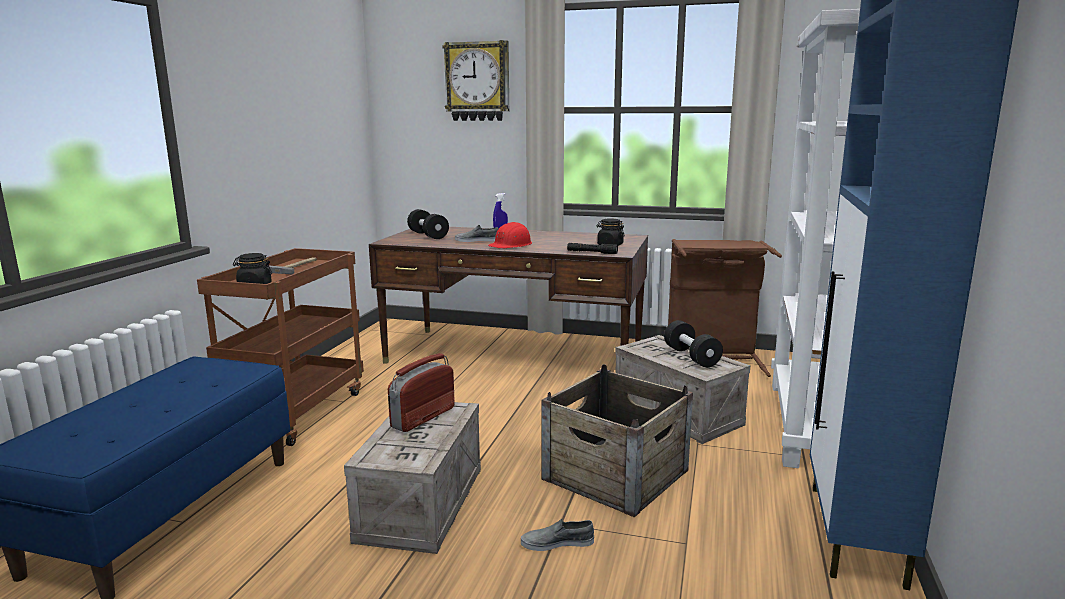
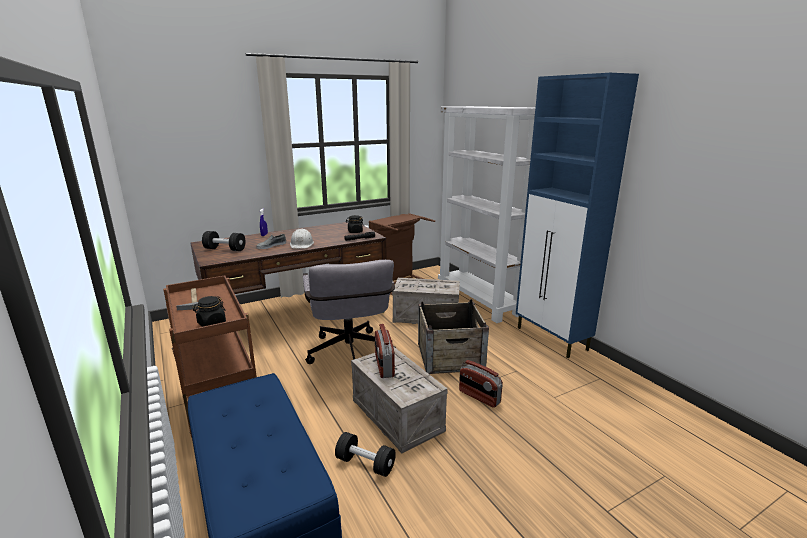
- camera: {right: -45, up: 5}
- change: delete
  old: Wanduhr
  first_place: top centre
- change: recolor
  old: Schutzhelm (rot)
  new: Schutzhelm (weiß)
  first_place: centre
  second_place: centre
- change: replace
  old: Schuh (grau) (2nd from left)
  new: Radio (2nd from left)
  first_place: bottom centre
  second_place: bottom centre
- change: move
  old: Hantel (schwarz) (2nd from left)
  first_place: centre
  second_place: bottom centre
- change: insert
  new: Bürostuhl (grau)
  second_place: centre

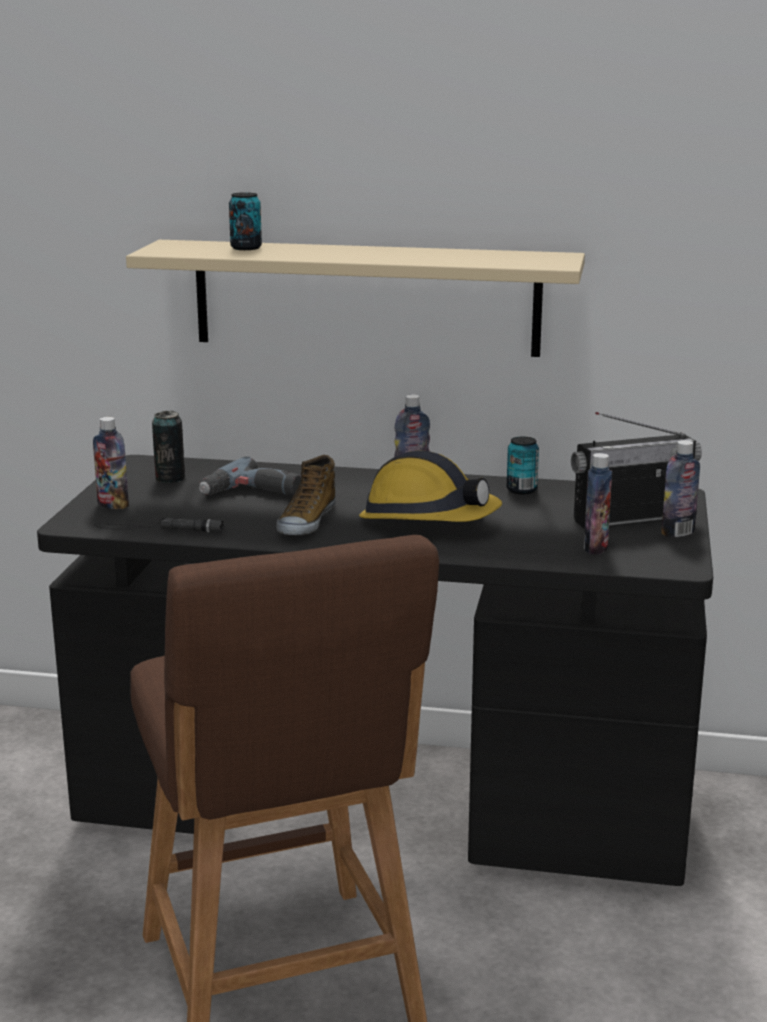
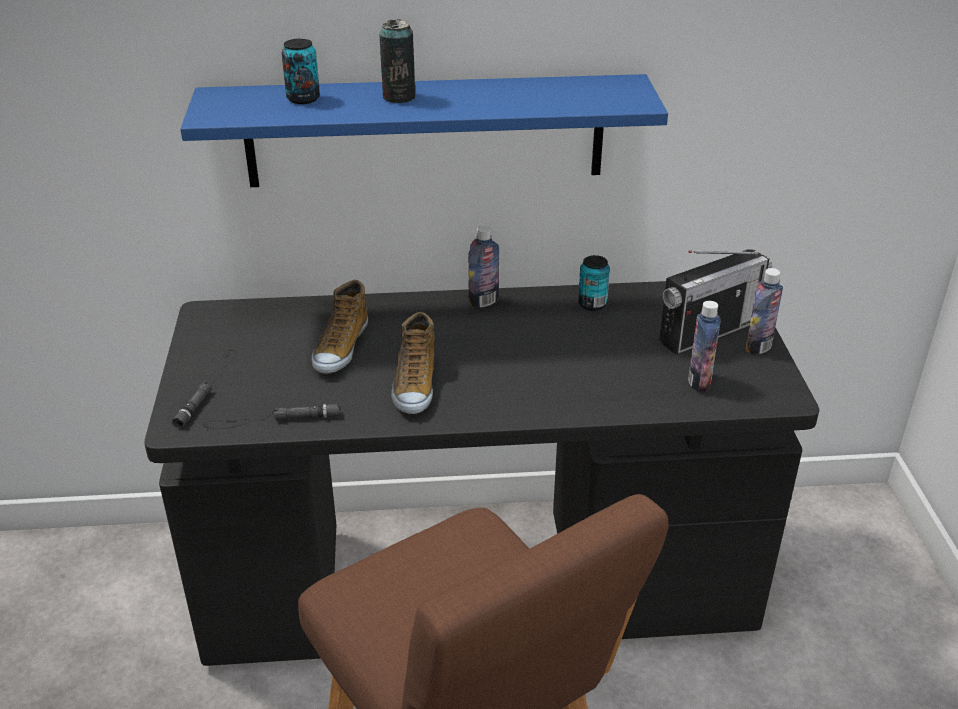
- camera: {right: -15, up: 15}
- change: replace
  old: Flasche (1st from left)
  new: Taschenlampe (schwarz) (1st from left)
  first_place: middle left
  second_place: middle left
- change: recolor
  old: Wandregal (beige)
  new: Wandregal (blau)
  first_place: top centre
  second_place: top centre
- change: move
  old: Dose (1st from left in the first image)
  new: Dose (2nd from left)
  first_place: middle left
  second_place: top centre
- change: replace
  old: Bohrmaschine
  new: Schuh (1st from left)
  first_place: middle left
  second_place: centre
- change: delete
  old: Schutzhelm
  first_place: centre

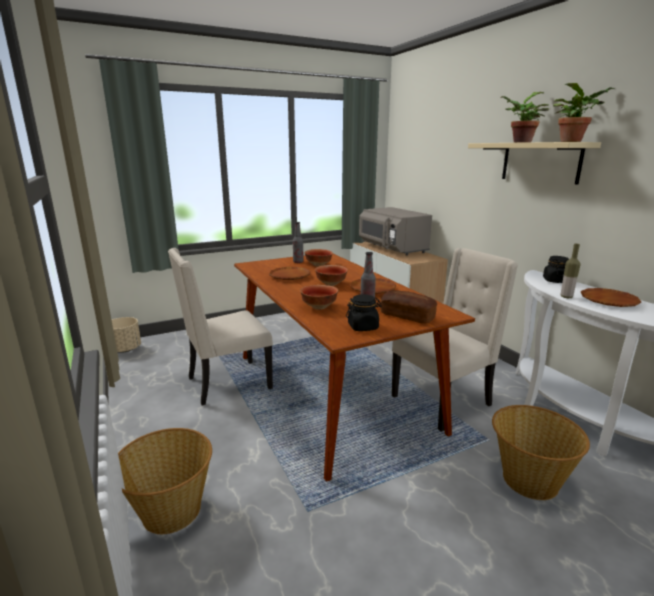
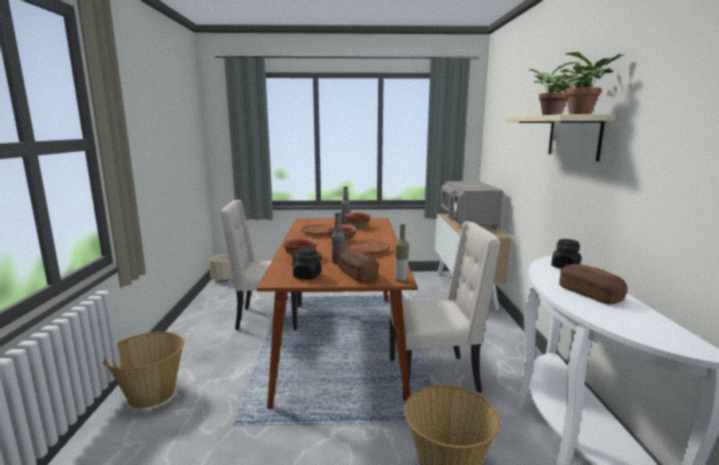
- camera: {right: 25, up: -5}
- change: move
  old: Flasche (3rd from left)
  first_place: middle right
  second_place: centre
- change: replace
  old: Teller (braun) (3rd from left)
  new: Brot (2nd from left)
  first_place: middle right
  second_place: middle right

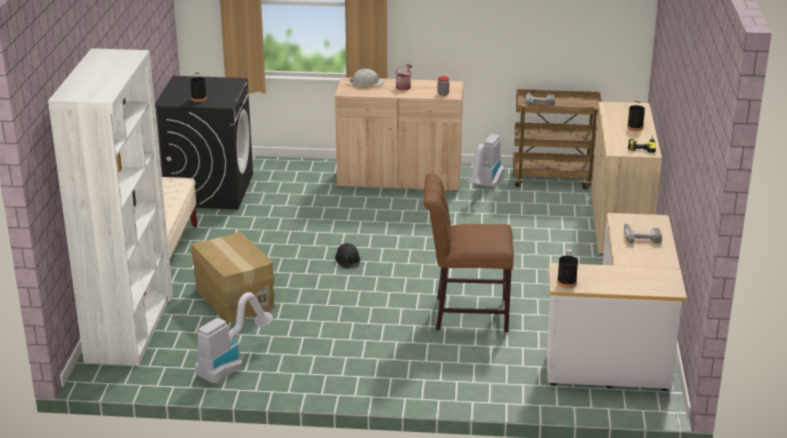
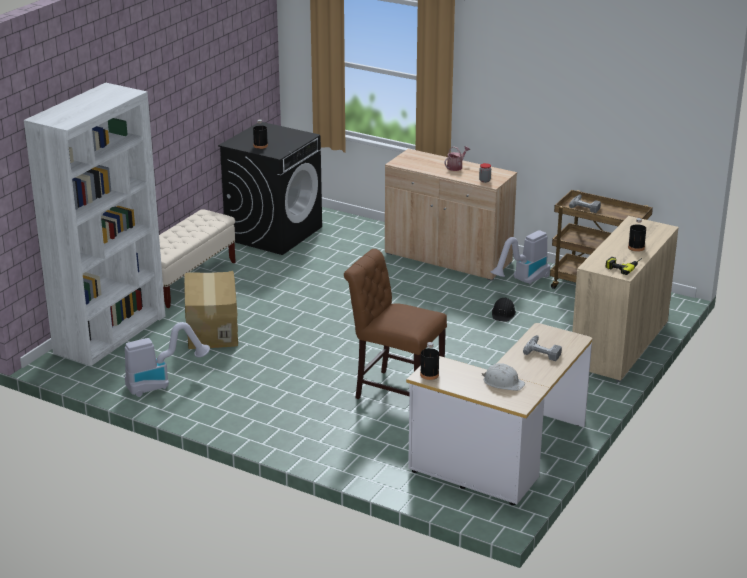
- camera: {right: 25, up: 0}
- change: move
  old: Schutzhelm (schwarz)
  first_place: centre
  second_place: middle right
- change: move
  old: Schutzhelm (weiß)
  first_place: top centre
  second_place: middle right

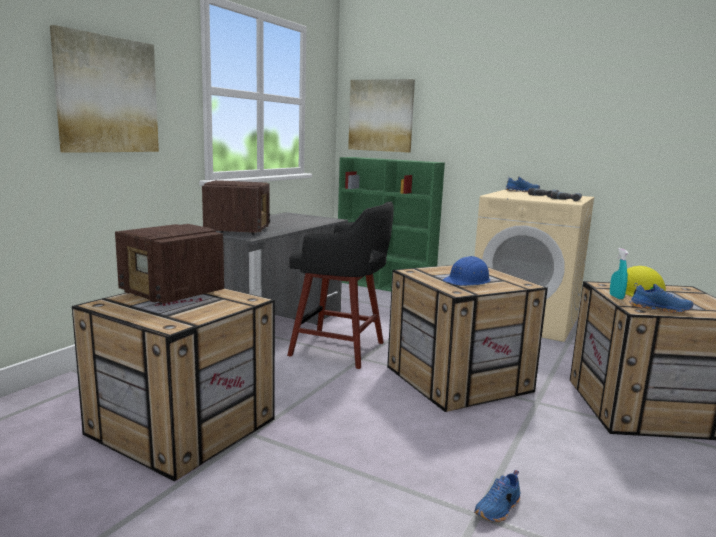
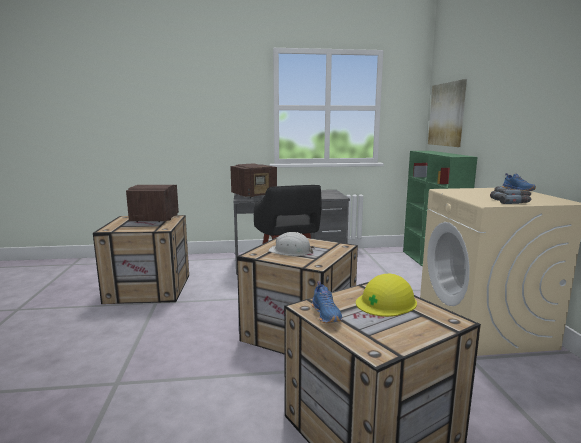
- camera: {right: 55, up: 0}
- change: delete
  old: Bild (1st from left)
  first_place: top left
- change: recolor
  old: Schutzhelm (blau)
  new: Schutzhelm (weiß)
  first_place: centre
  second_place: centre
- change: delete
  old: Schuh (blau) (1st from left)
  first_place: bottom right
- change: delete
  old: Sprühflasche (türkis)
  first_place: middle right

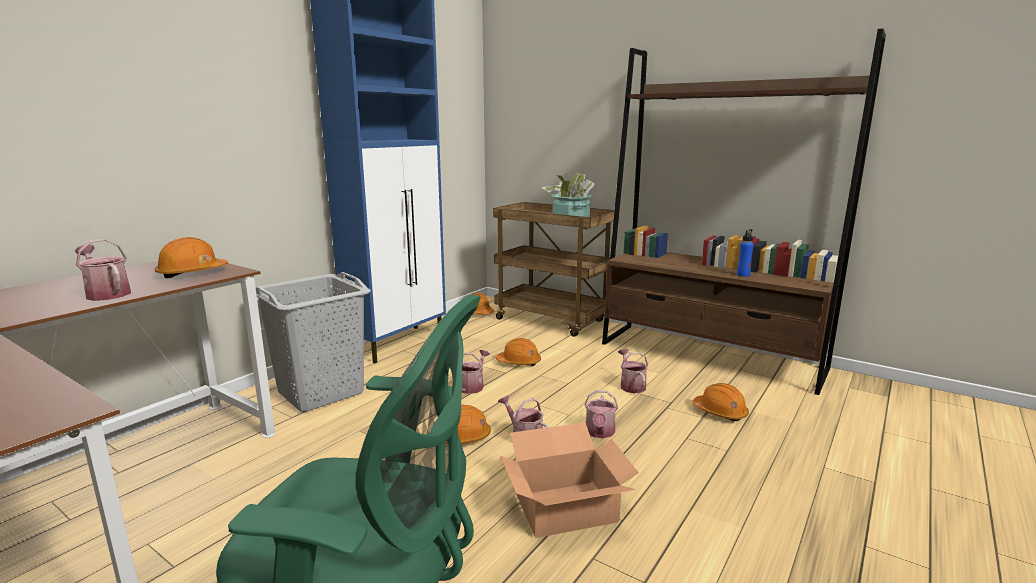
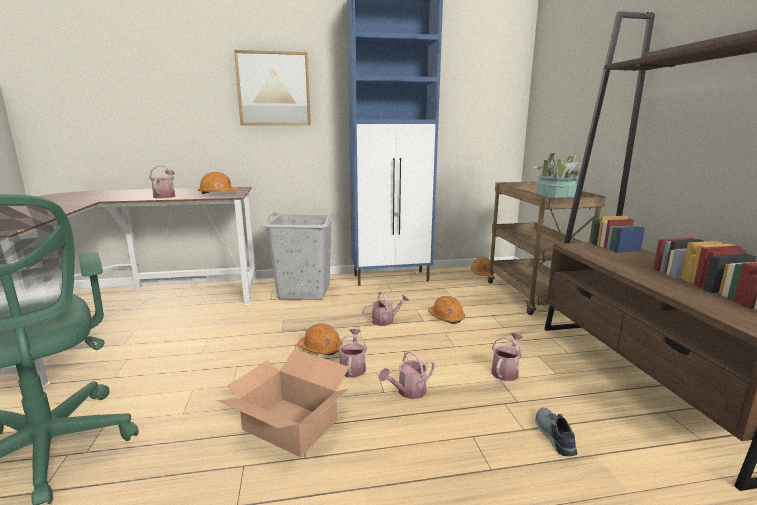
- camera: {right: 45, up: 0}
- change: replace
  old: Schutzhelm (orange) (5th from left)
  new: Schuh
  first_place: bottom right
  second_place: bottom right
- change: delete
  old: Flasche (blau)
  first_place: middle right
- change: insert
  new: Bild
  second_place: top centre

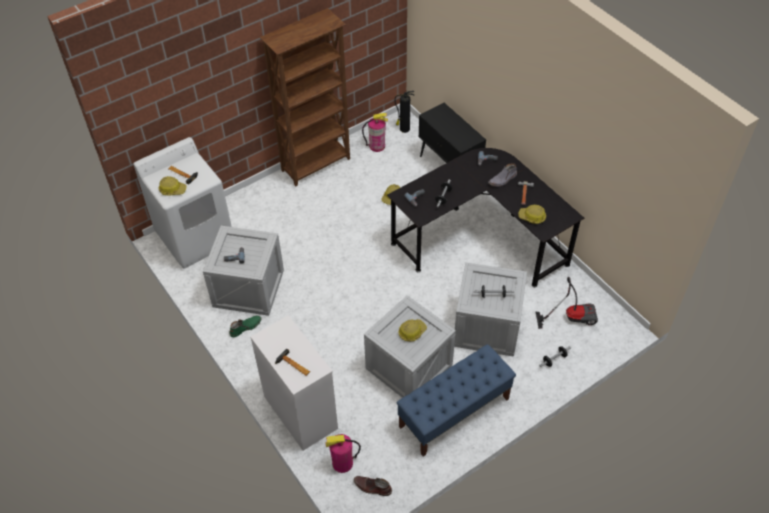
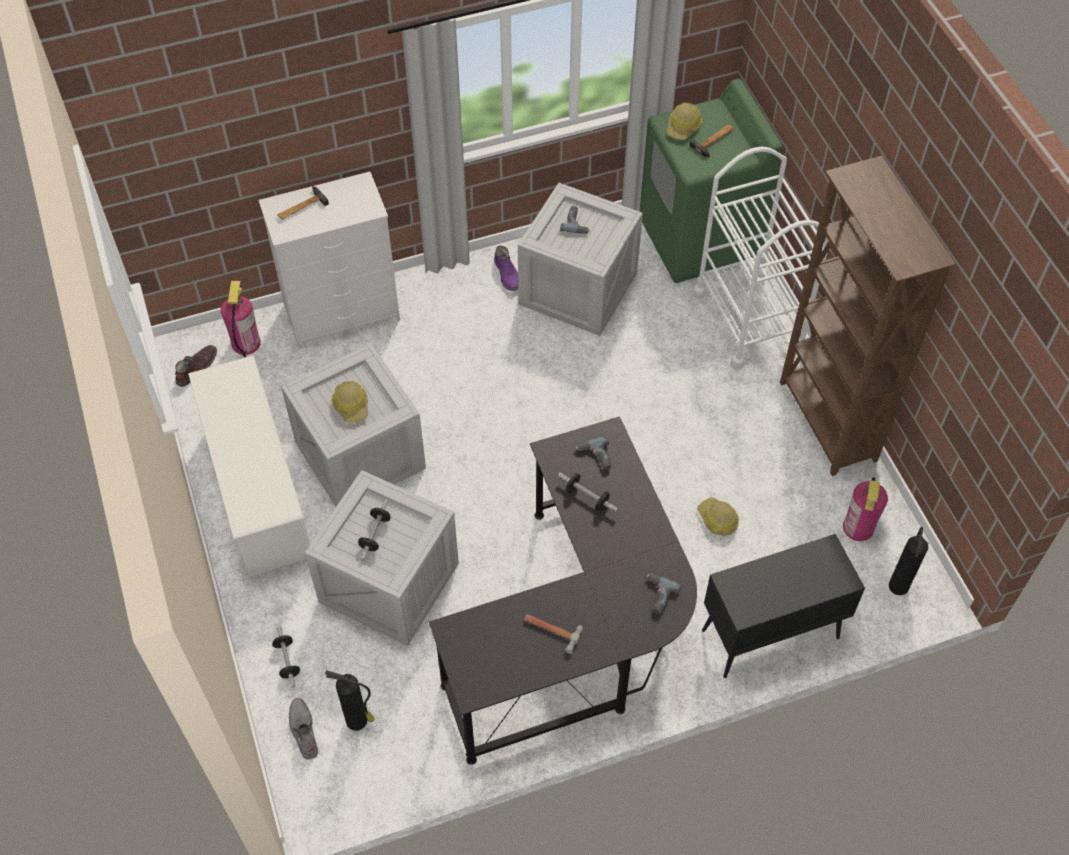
- camera: {right: 105, up: 5}
- change: recolor
  old: Waschmaschine (weiß)
  new: Waschmaschine (grün)
  first_place: middle left
  second_place: top centre
- change: recolor
  old: Stiefel (grün)
  new: Stiefel (lila)
  first_place: middle left
  second_place: top centre
- change: replace
  old: Bank (blau)
  new: Schuhregal (weiß)
  first_place: bottom centre
  second_place: middle left
- change: move
  old: Stiefel (grau)
  first_place: centre
  second_place: bottom left
- change: delete
  old: Schutzhelm (4th from left)
  first_place: middle right
- change: replace
  old: Staubsauger
  new: Feuerlöscher (2nd from left)
  first_place: middle right
  second_place: bottom left
- change: insert
  new: Rollwagen (weiß)
  second_place: top right

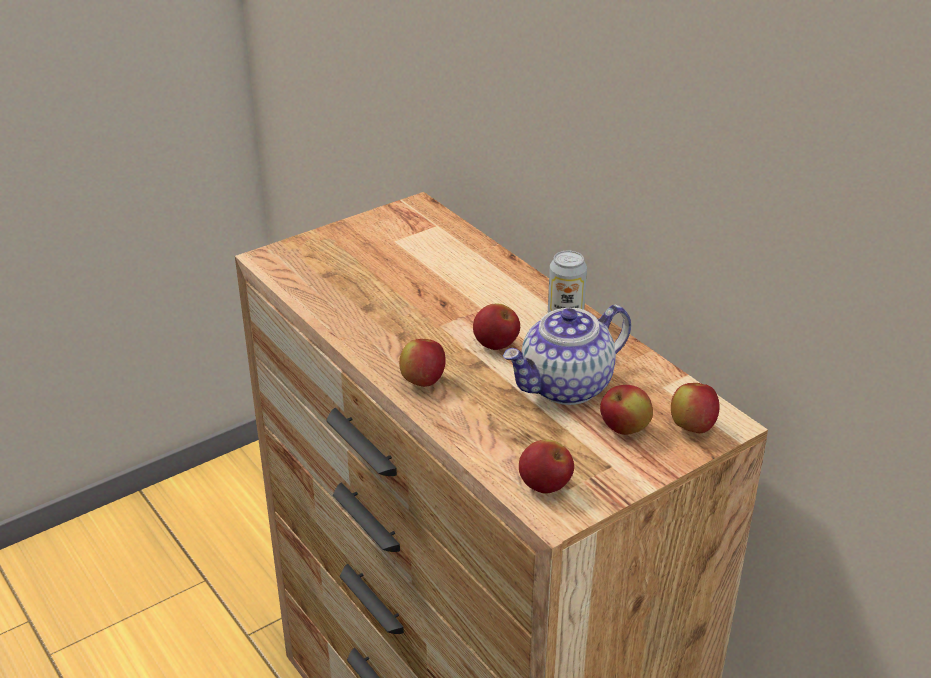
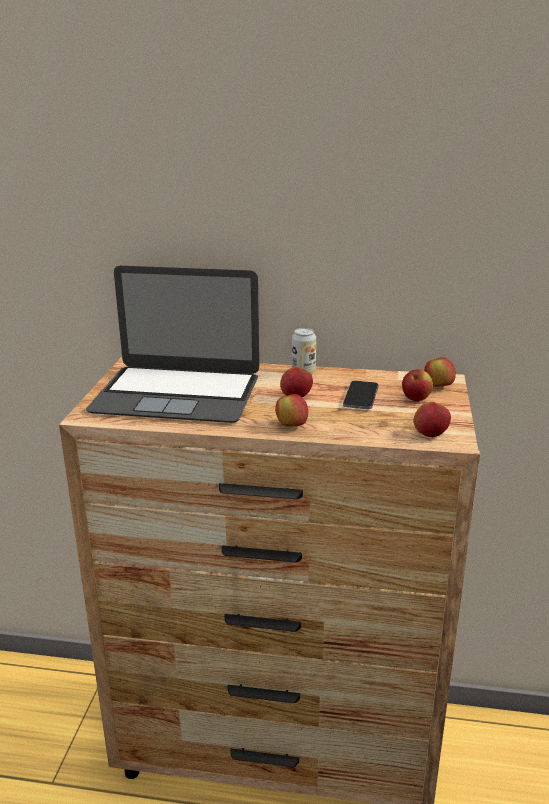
- camera: {right: -45, up: -10}
- change: replace
  old: Teekanne
  new: Handy
  first_place: centre
  second_place: centre
- change: insert
  new: Laptop
  second_place: middle left

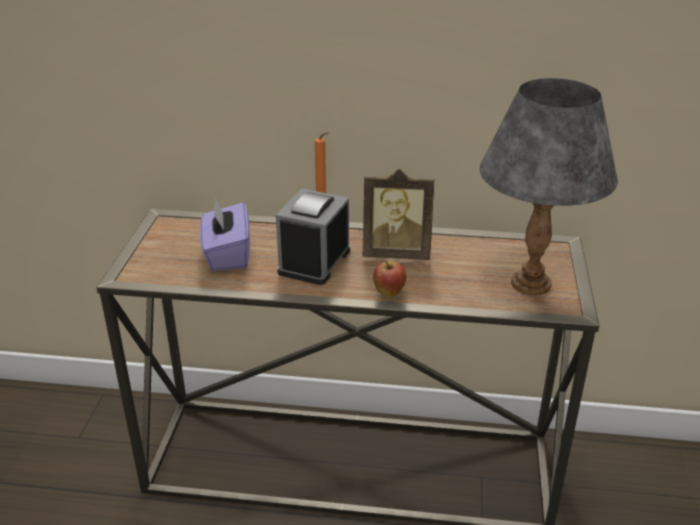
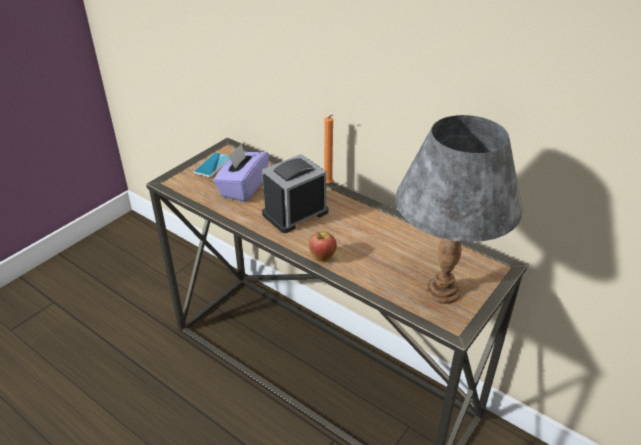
- camera: {right: 30, up: 5}
- change: delete
  old: Bilderrahmen
  first_place: centre
- change: insert
  new: Handy
  second_place: middle left

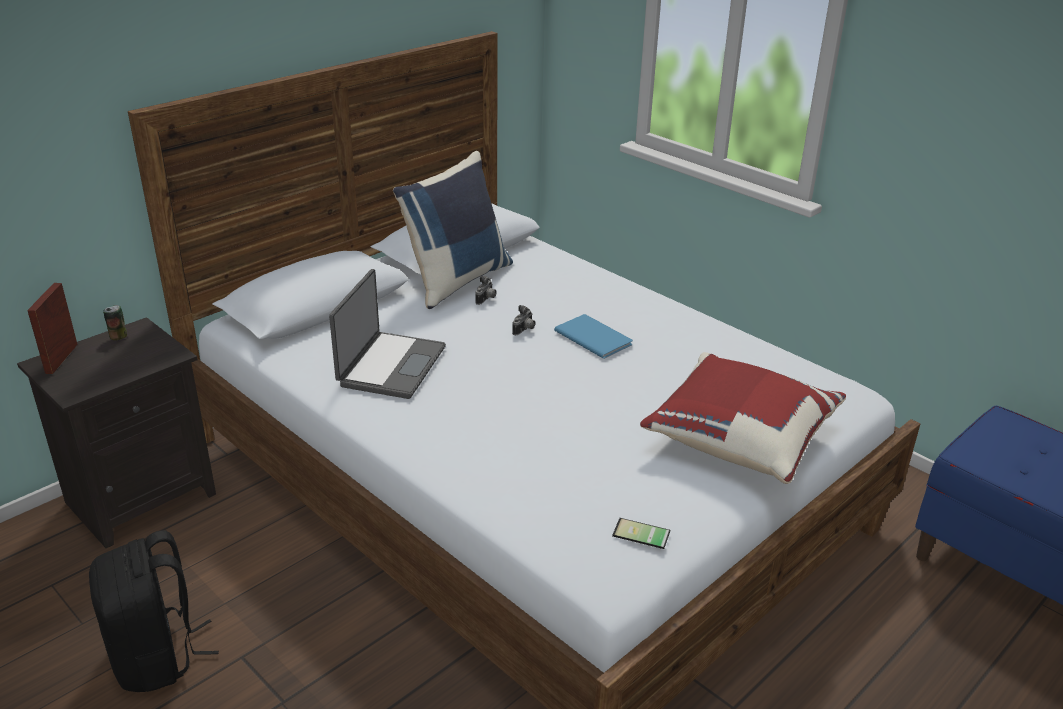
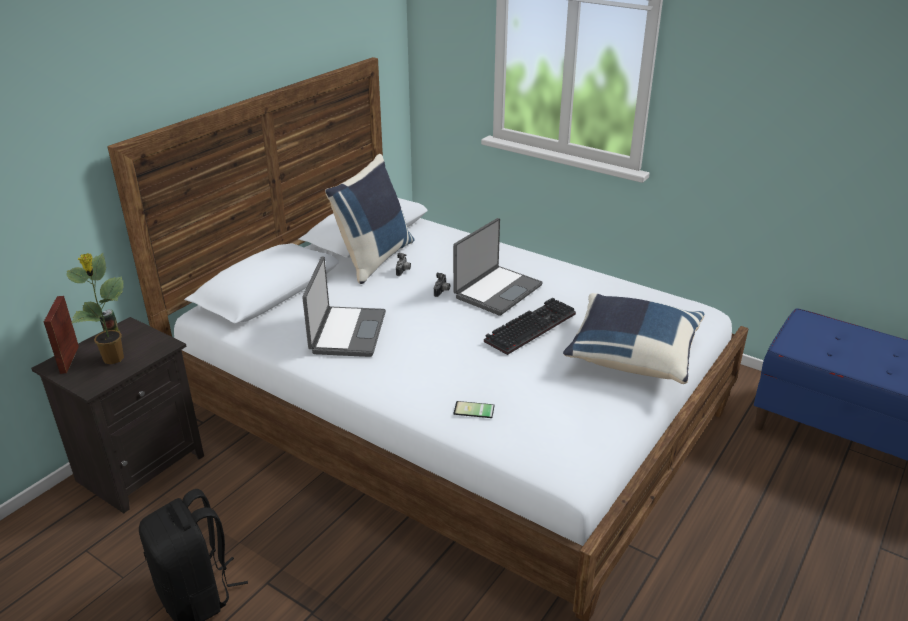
- camera: {right: -10, up: 0}
- change: replace
  old: Buch (blau)
  new: Laptop (2nd from left)
  first_place: centre
  second_place: centre
- change: move
  old: Handy
  first_place: bottom centre
  second_place: centre
- change: recolor
  old: Kissen (rot)
  new: Kissen (blau) (2nd from left)
  first_place: middle right
  second_place: middle right
- change: insert
  new: Topfpflanze
  second_place: middle left
- change: insert
  new: Tastatur
  second_place: centre

